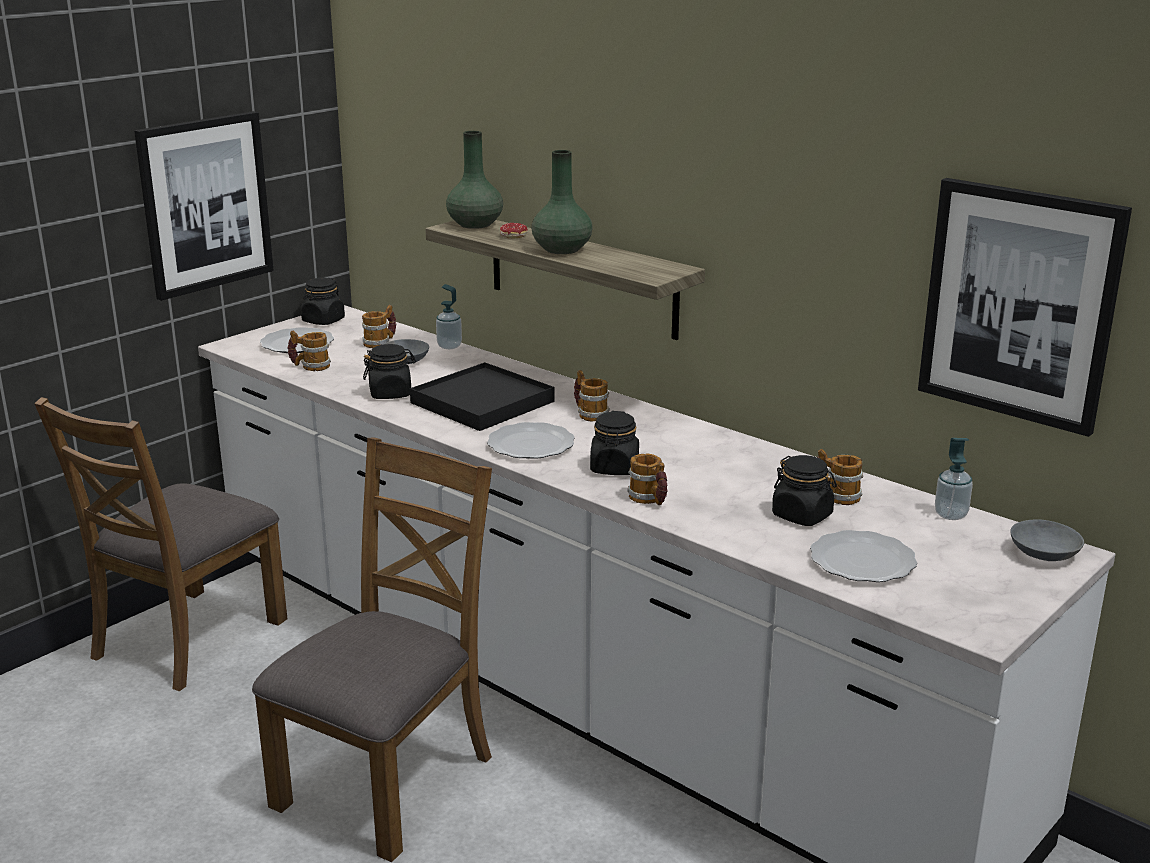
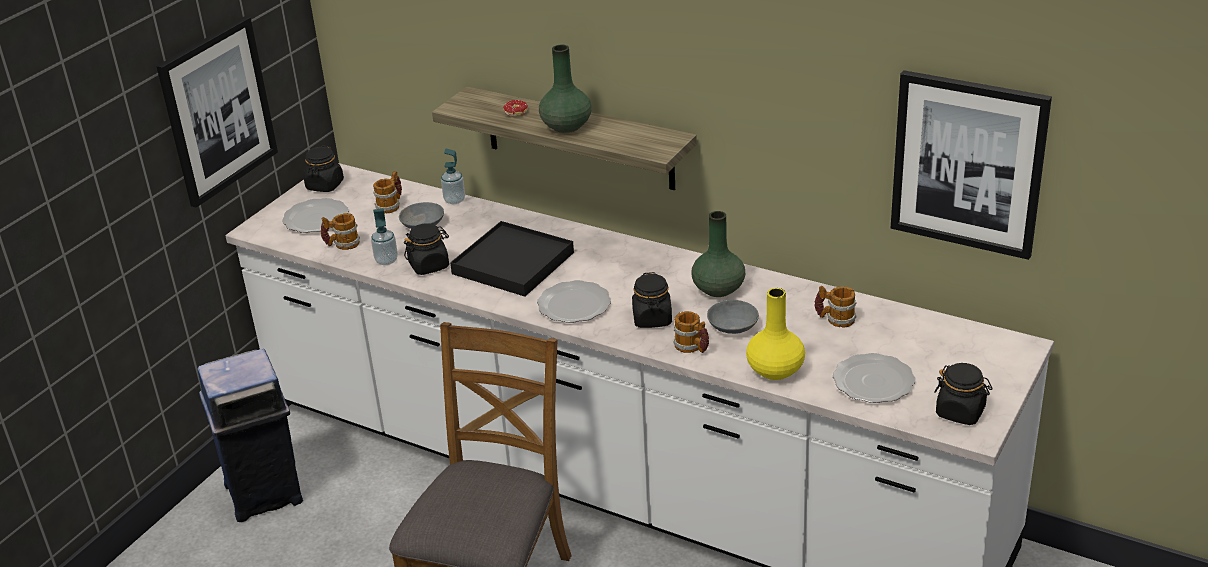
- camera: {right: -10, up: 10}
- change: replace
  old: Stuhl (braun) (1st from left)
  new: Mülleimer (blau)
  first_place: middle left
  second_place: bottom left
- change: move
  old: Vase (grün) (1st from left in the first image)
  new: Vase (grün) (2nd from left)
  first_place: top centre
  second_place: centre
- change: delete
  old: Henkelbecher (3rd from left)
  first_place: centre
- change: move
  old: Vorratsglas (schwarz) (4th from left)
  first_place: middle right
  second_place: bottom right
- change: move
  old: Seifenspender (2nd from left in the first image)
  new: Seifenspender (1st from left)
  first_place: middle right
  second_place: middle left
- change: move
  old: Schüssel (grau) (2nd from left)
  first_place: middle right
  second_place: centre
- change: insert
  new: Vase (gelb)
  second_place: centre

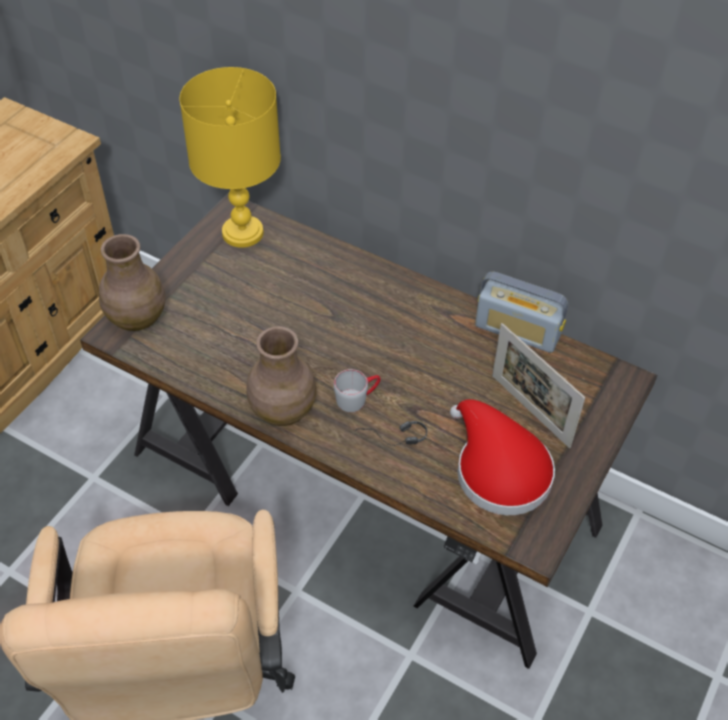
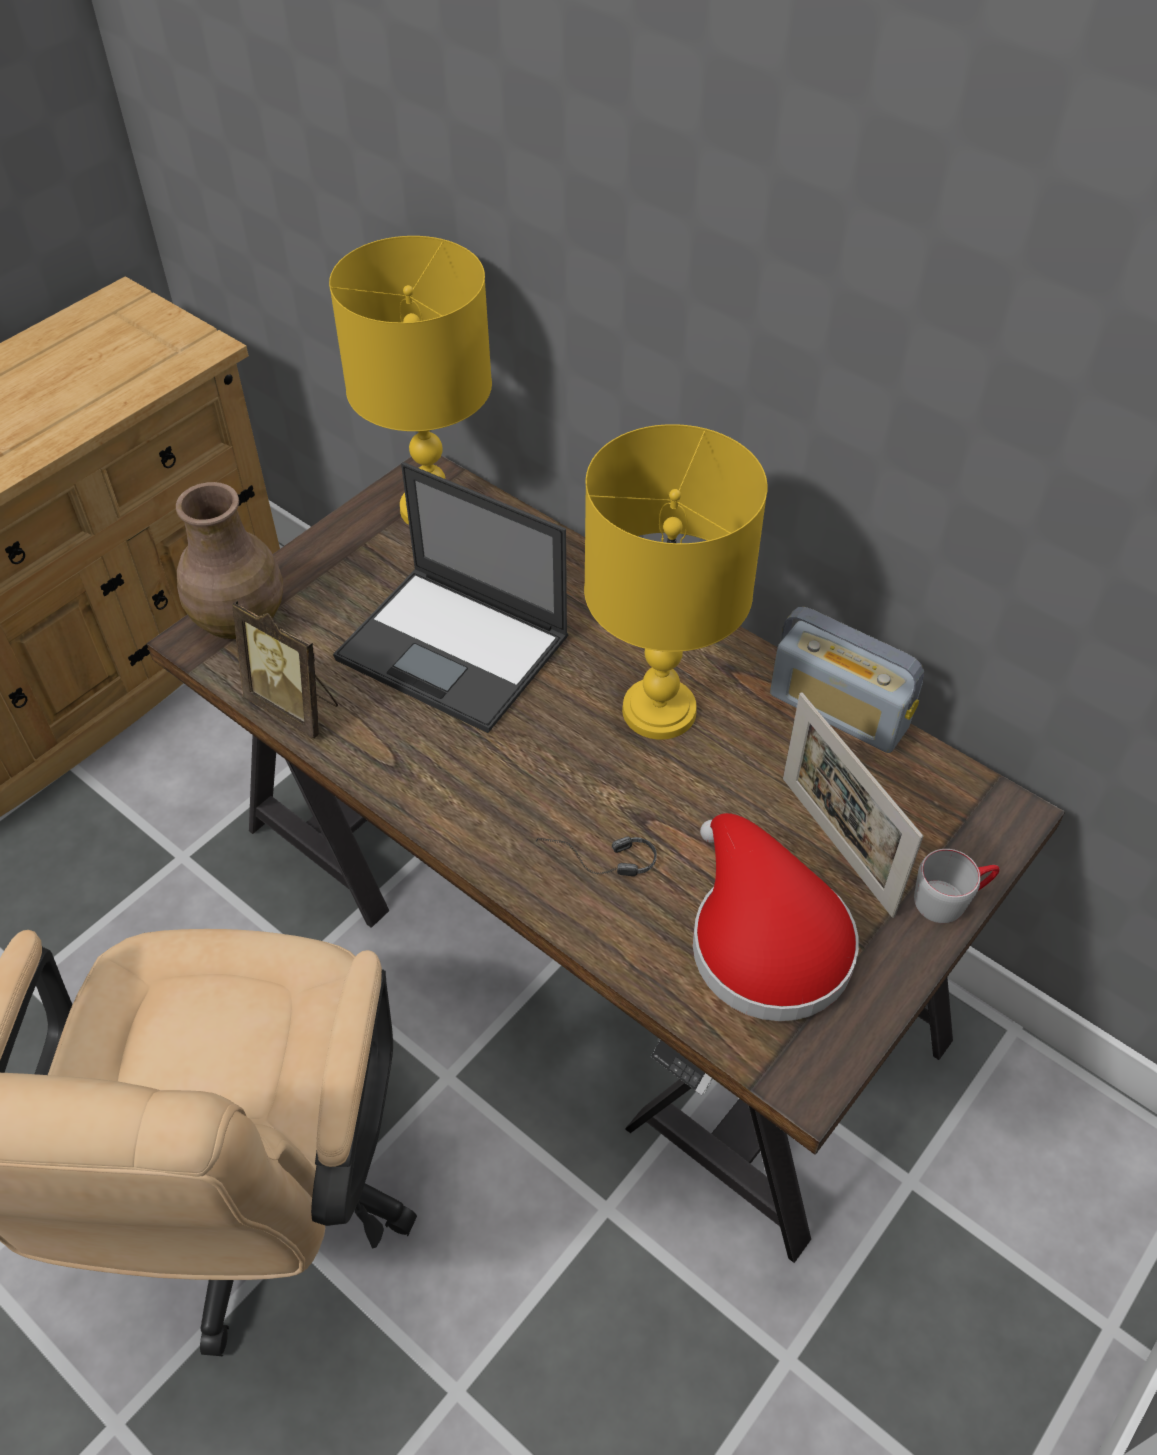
- camera: {right: 10, up: 0}
- change: delete
  old: Vase (braun) (2nd from left)
  first_place: centre
- change: move
  old: Henkelbecher (grau)
  first_place: centre
  second_place: middle right
- change: insert
  new: Bilderrahmen (1st from left)
  second_place: middle left
- change: insert
  new: Laptop
  second_place: centre
- change: insert
  new: Tischlampe (gelb) (2nd from left)
  second_place: centre

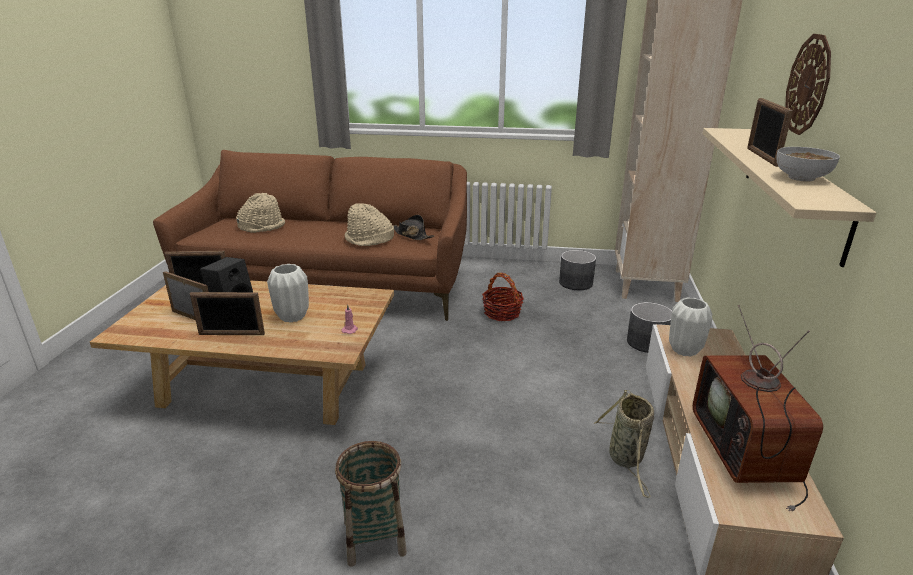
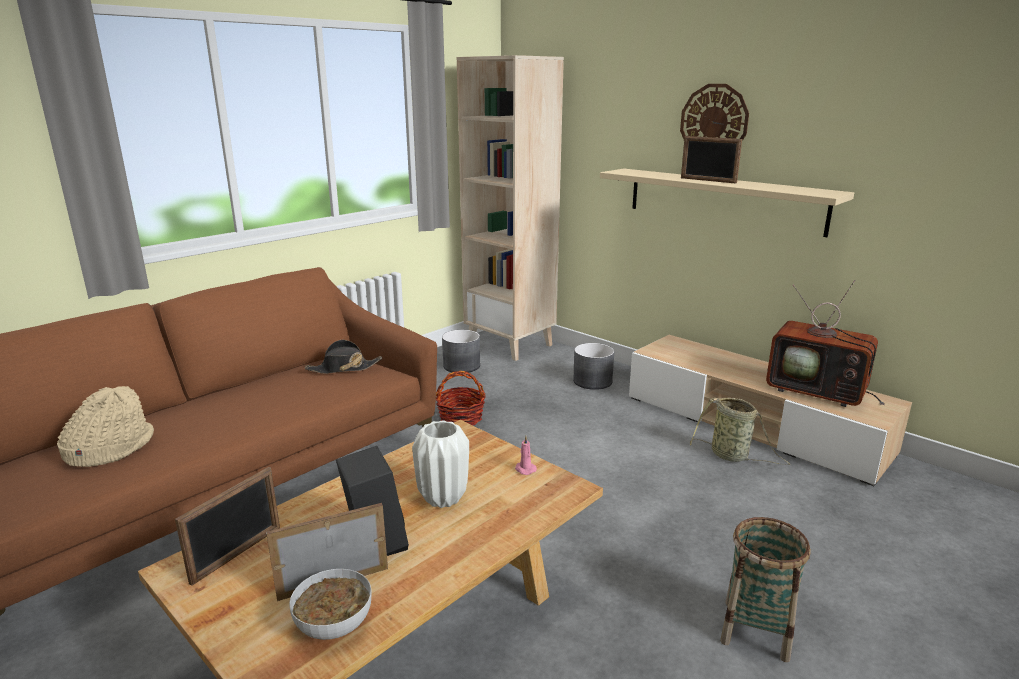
- camera: {right: -55, up: -5}
- change: delete
  old: Bilderrahmen (3rd from left)
  first_place: middle left
- change: delete
  old: Hut (beige) (2nd from left)
  first_place: centre
- change: delete
  old: Vase (weiß) (2nd from left)
  first_place: middle right
- change: move
  old: Schüssel
  first_place: top right
  second_place: bottom left

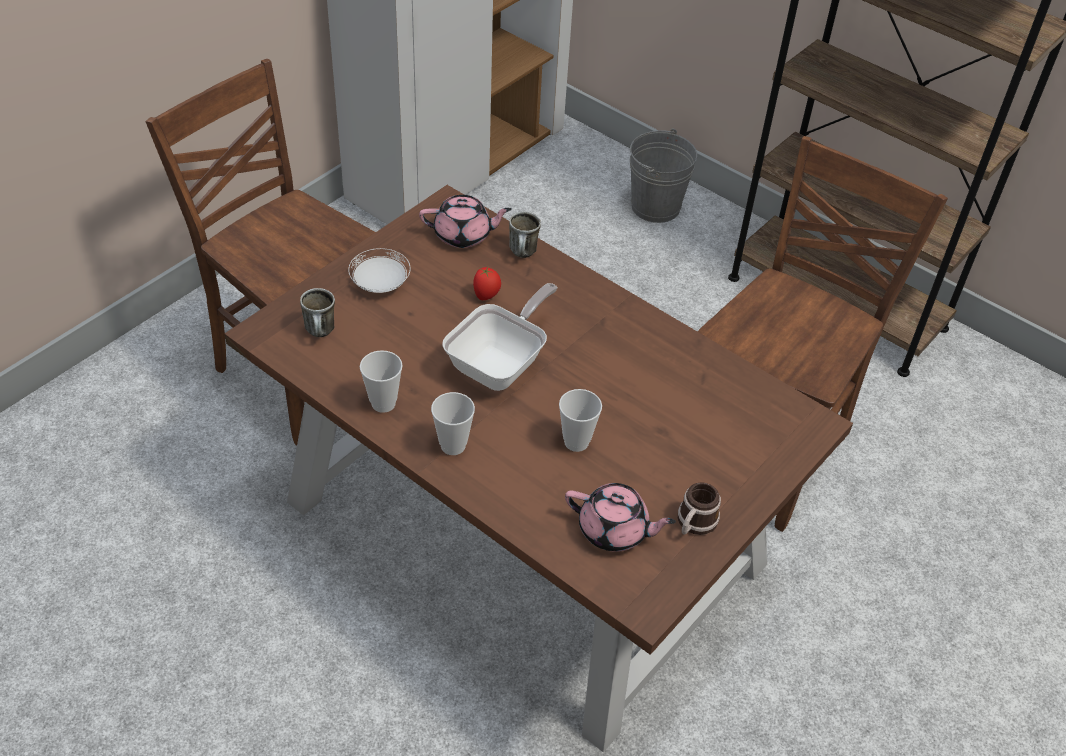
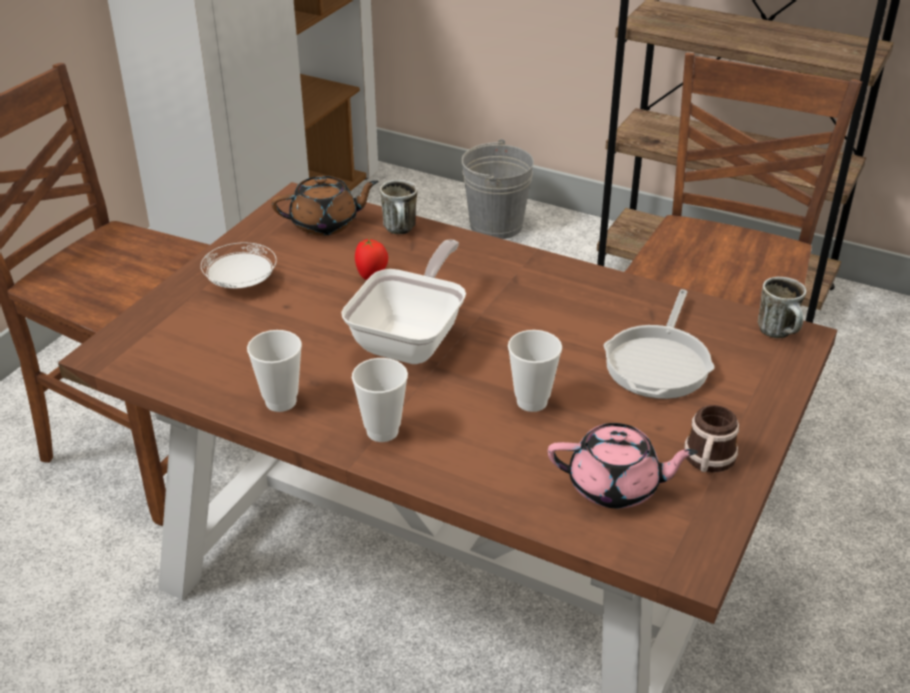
- camera: {right: -10, up: -10}
- change: move
  old: Henkelbecher (1st from left in the first image)
  new: Henkelbecher (3rd from left)
  first_place: middle left
  second_place: middle right
- change: recolor
  old: Teekanne (rosa) (1st from left)
  new: Teekanne (braun)
  first_place: top centre
  second_place: top centre
- change: insert
  new: Pfanne (2nd from left)
  second_place: middle right

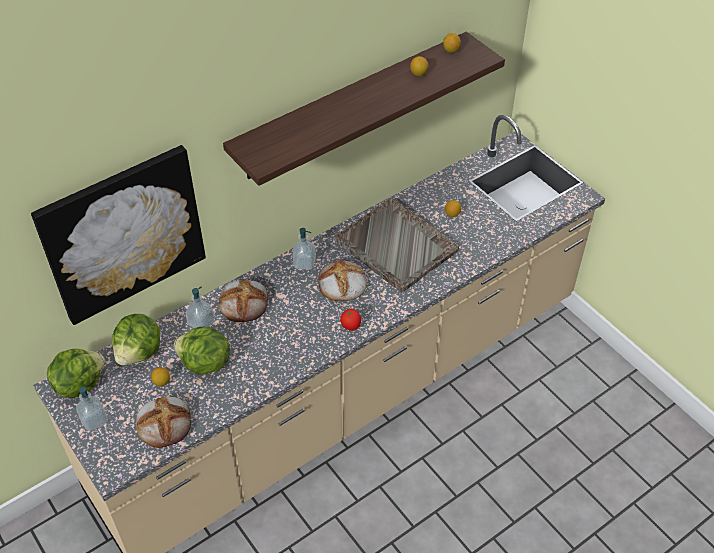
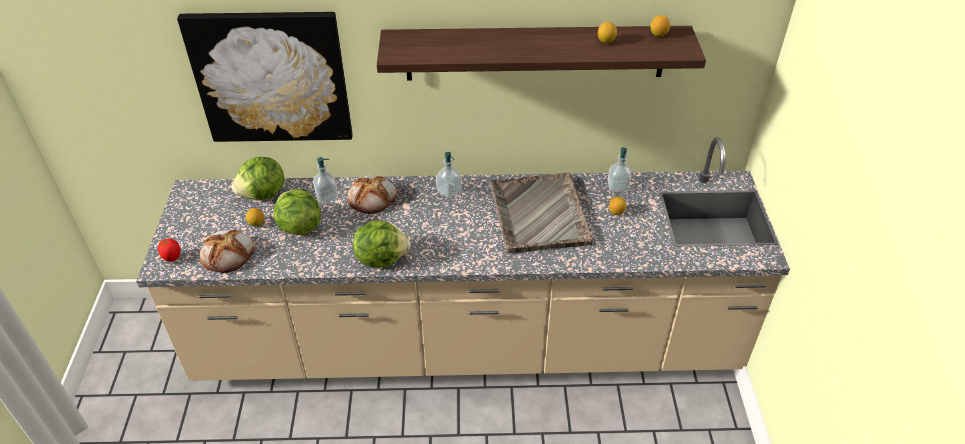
- camera: {right: 35, up: -5}
- change: move
  old: Salatkopf (1st from left in the first image)
  new: Salatkopf (3rd from left)
  first_place: bottom left
  second_place: centre
- change: move
  old: Seifenspender (1st from left in the first image)
  new: Seifenspender (3rd from left)
  first_place: bottom left
  second_place: centre
- change: delete
  old: Brot (3rd from left)
  first_place: centre
- change: move
  old: Tomate
  first_place: centre
  second_place: middle left

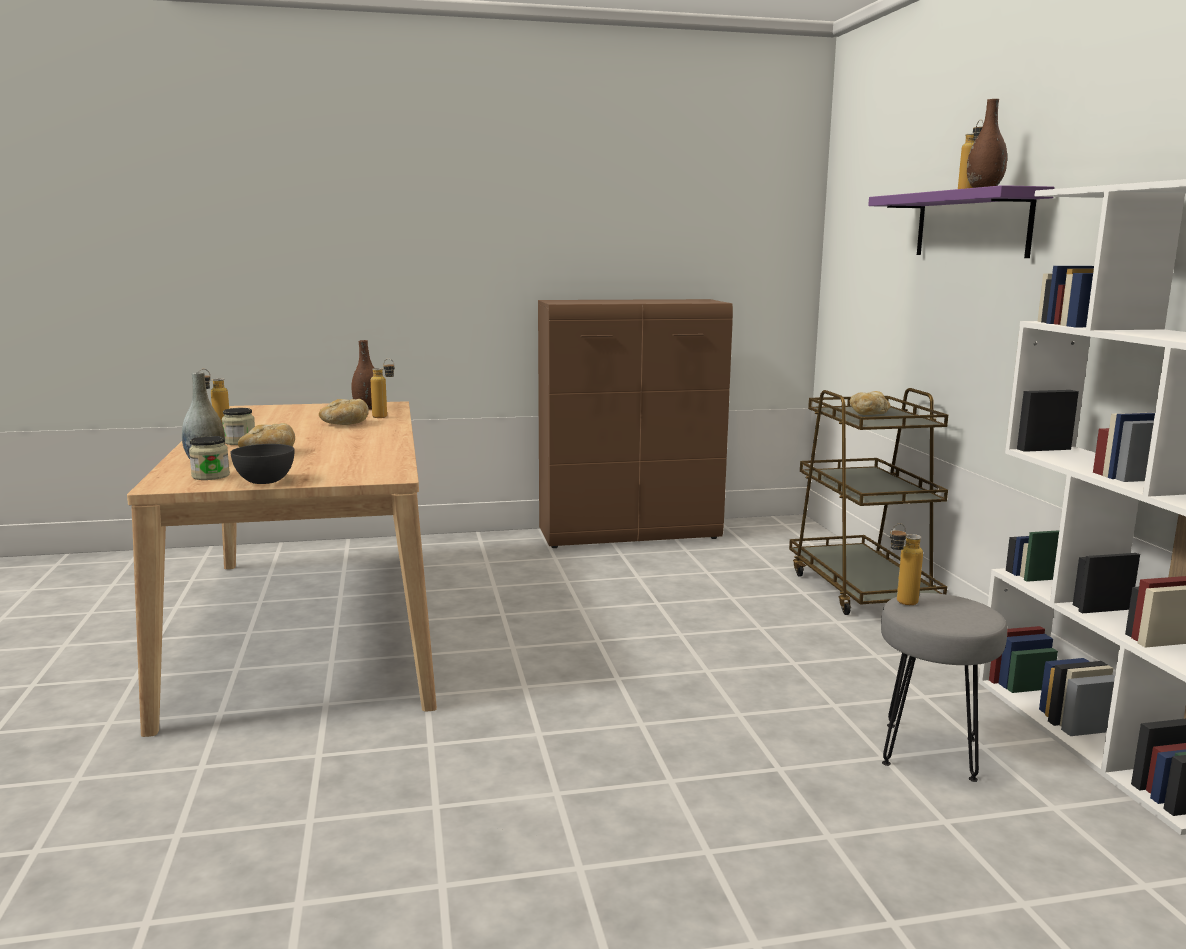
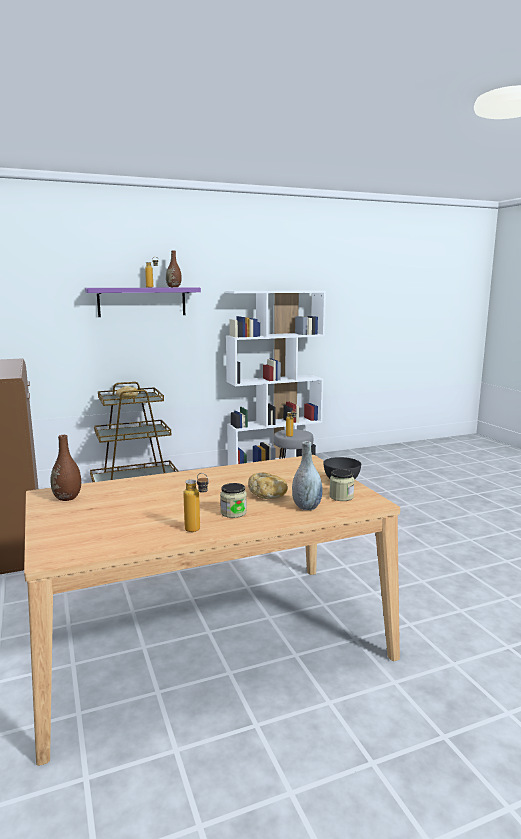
- camera: {right: -100, up: 0}
- change: delete
  old: Brot (2nd from left)
  first_place: middle left
- change: delete
  old: Flasche (2nd from left)
  first_place: middle left

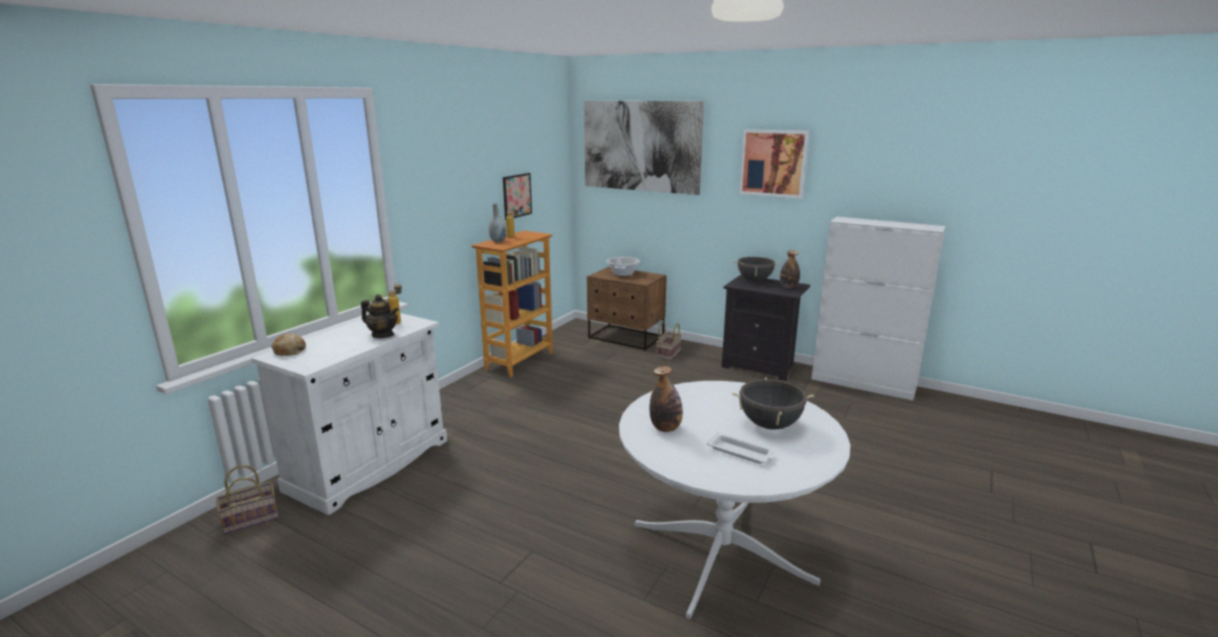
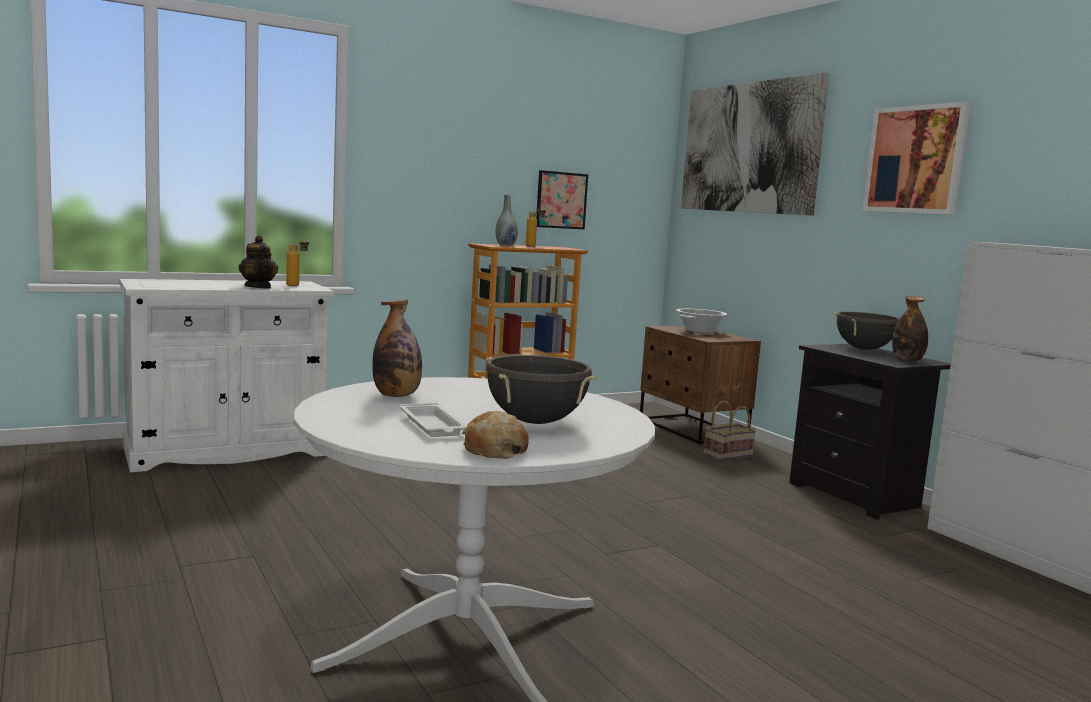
- camera: {right: 30, up: -10}
- change: delete
  old: Korb (1st from left)
  first_place: bottom left
- change: move
  old: Brot
  first_place: middle left
  second_place: centre

